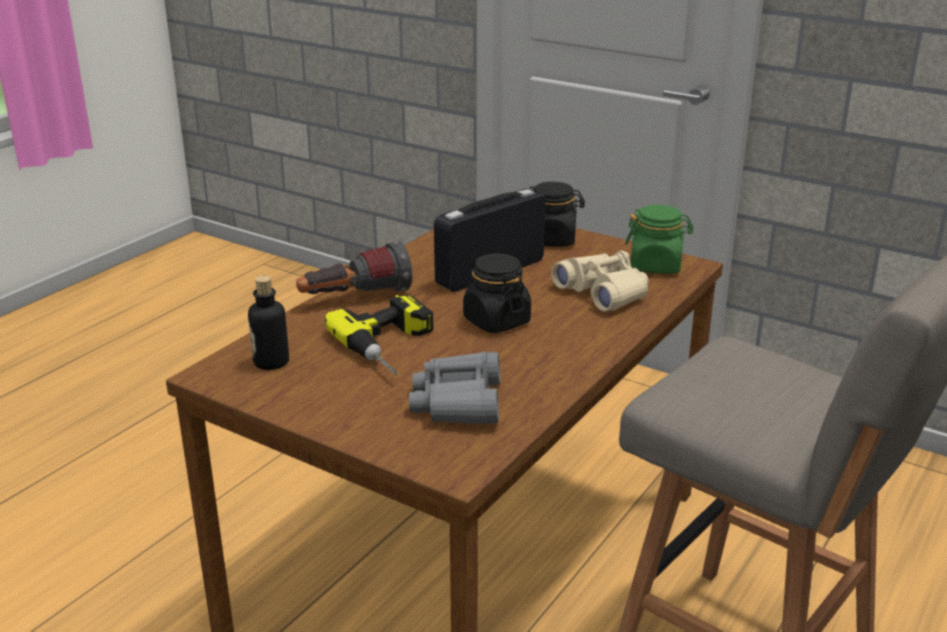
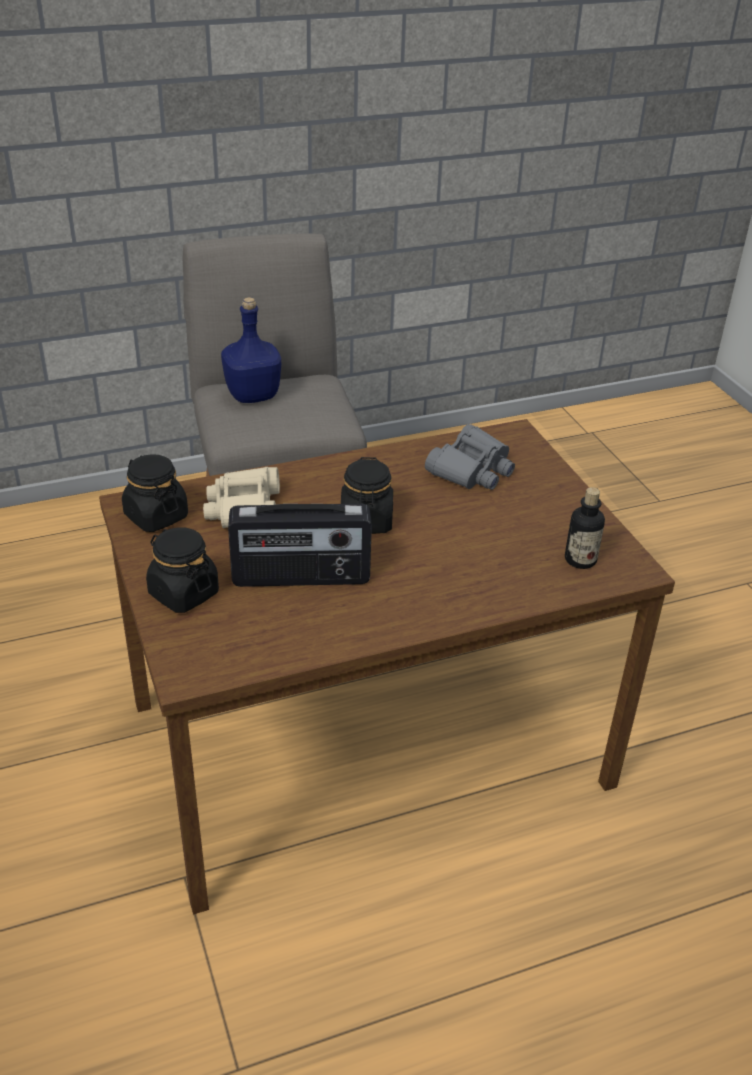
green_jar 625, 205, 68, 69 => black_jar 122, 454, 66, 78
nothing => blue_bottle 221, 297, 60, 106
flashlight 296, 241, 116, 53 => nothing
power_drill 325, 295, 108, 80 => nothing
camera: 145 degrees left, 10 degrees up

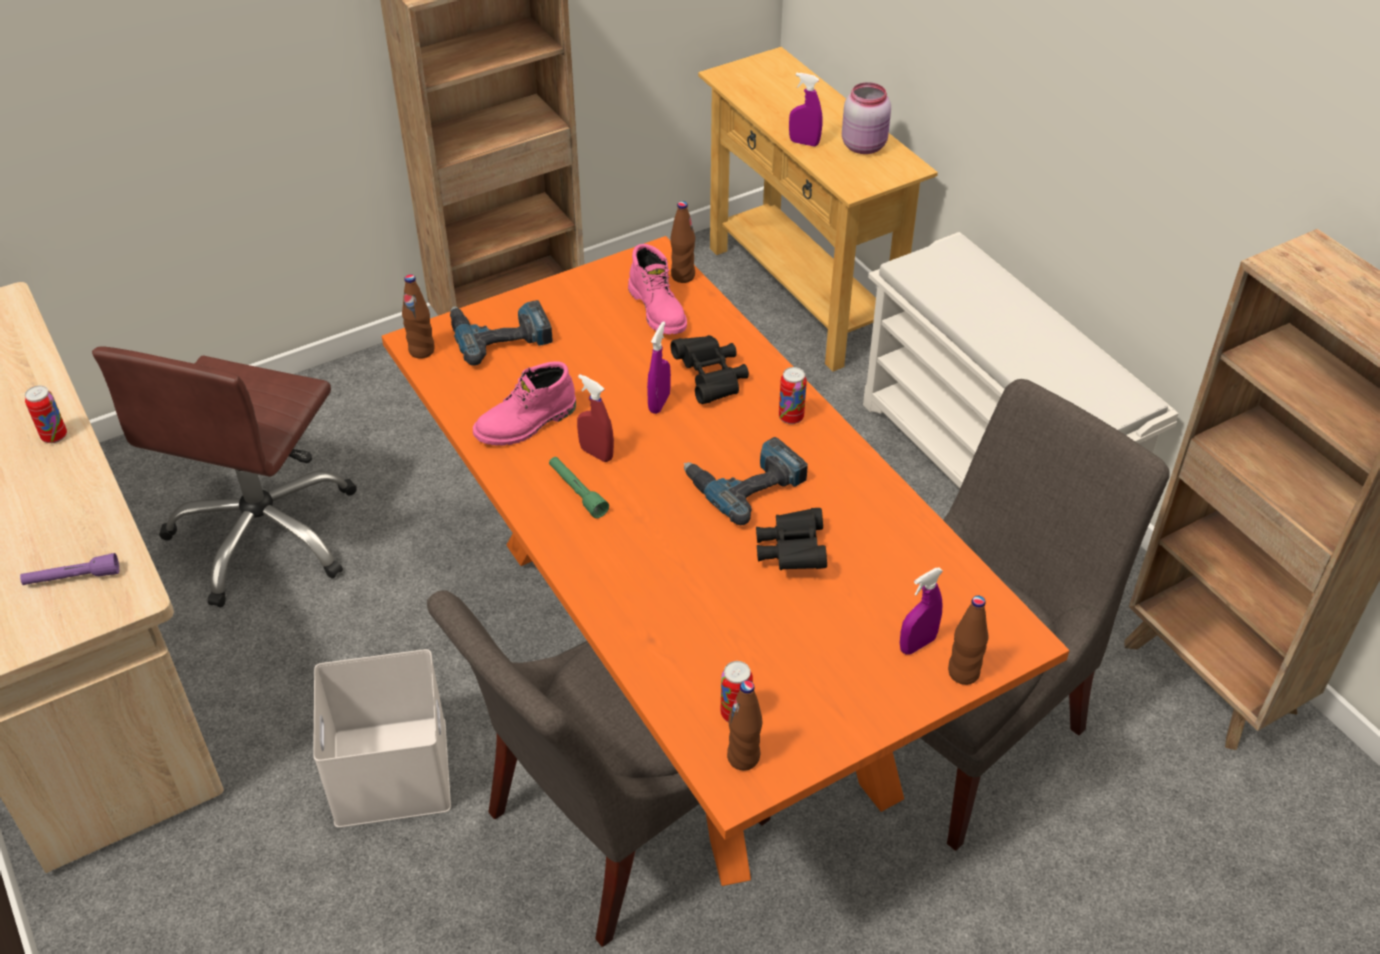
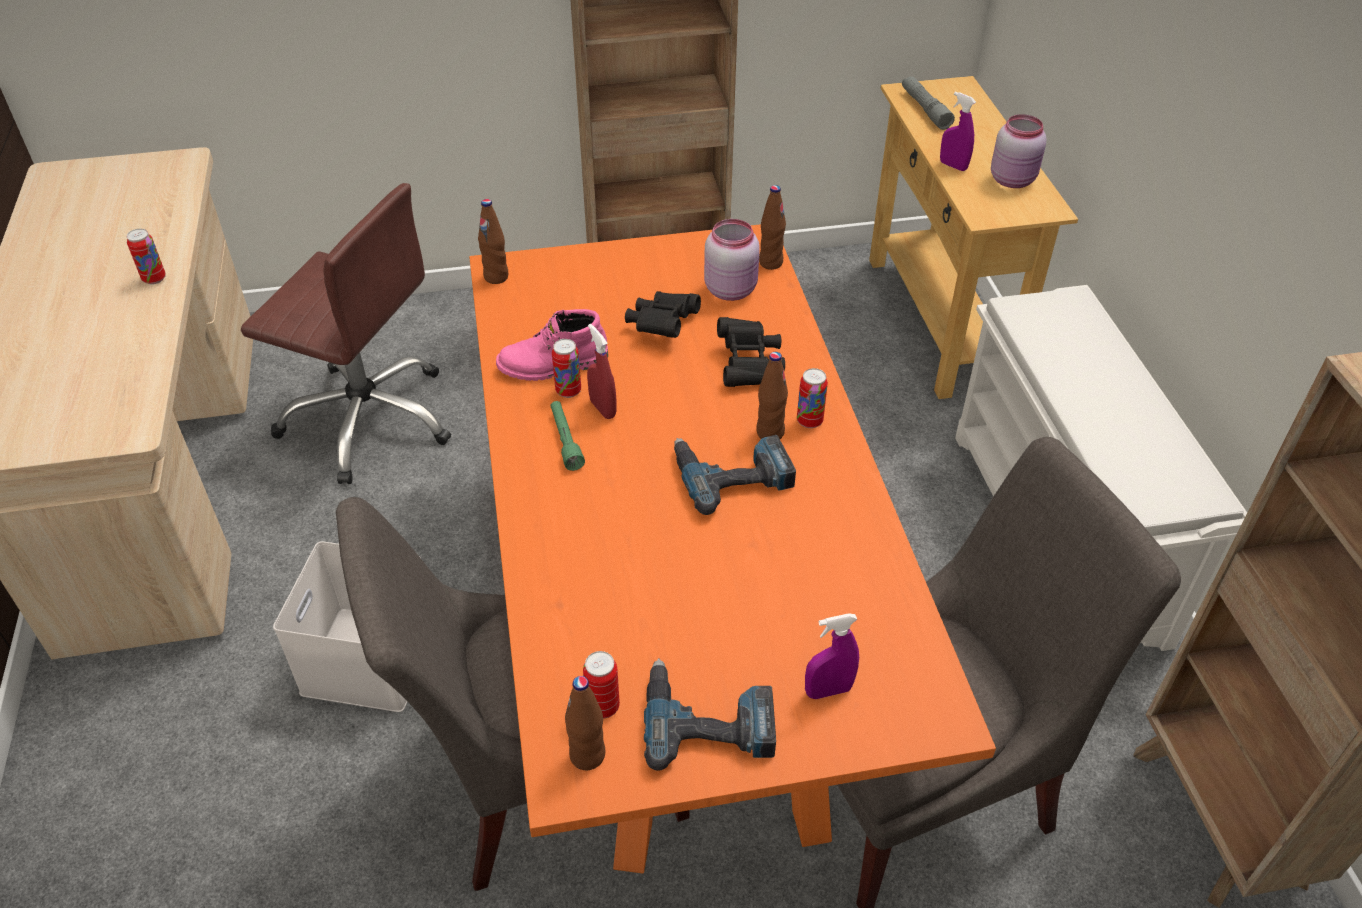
brown_office_chair 92, 346, 265, 262 => brown_office_chair 241, 183, 210, 301, 105 degrees counterclockwise
nothing => can 552, 339, 29, 59
black_binoculars 756, 508, 71, 62 => black_binoculars 625, 291, 76, 47, moved
power_drill 450, 300, 103, 66 => power_drill 644, 658, 132, 113, moved
pink_boot 628, 244, 59, 91 => pink_jar 704, 219, 56, 82
brown_bottle 948, 595, 40, 90 => brown_bottle 756, 352, 32, 87, moved
nothing => grey_flashlight 902, 76, 53, 54
purple_flashlight 20, 553, 99, 32 => nothing
purple_spray_bottle 647, 321, 24, 93 => nothing
camera: 20 degrees right, 0 degrees up

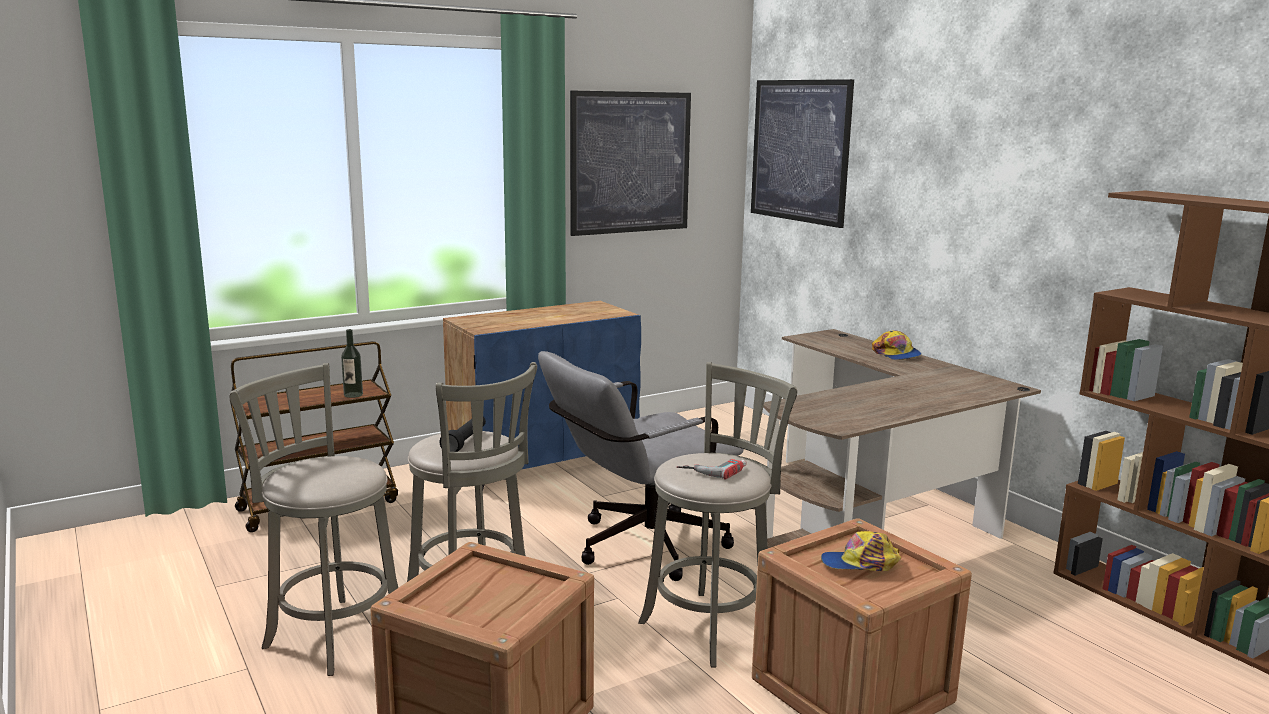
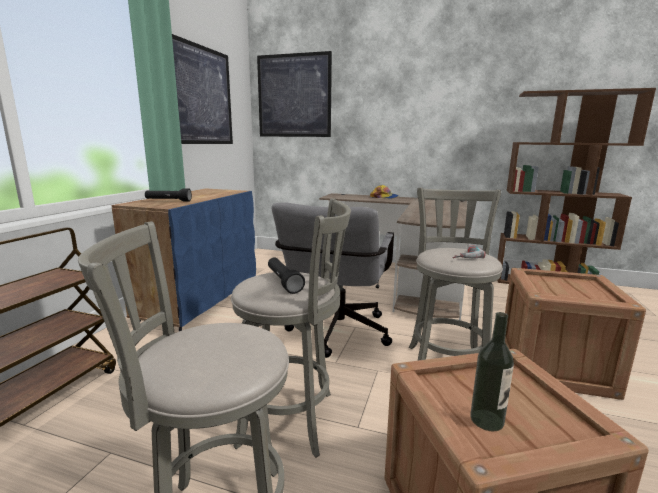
nothing => black_flashlight 145, 188, 47, 14
bottle 341, 329, 22, 69 => bottle 470, 312, 44, 120, moved
cap 821, 531, 80, 40 => nothing
camera: 40 degrees left, 0 degrees up

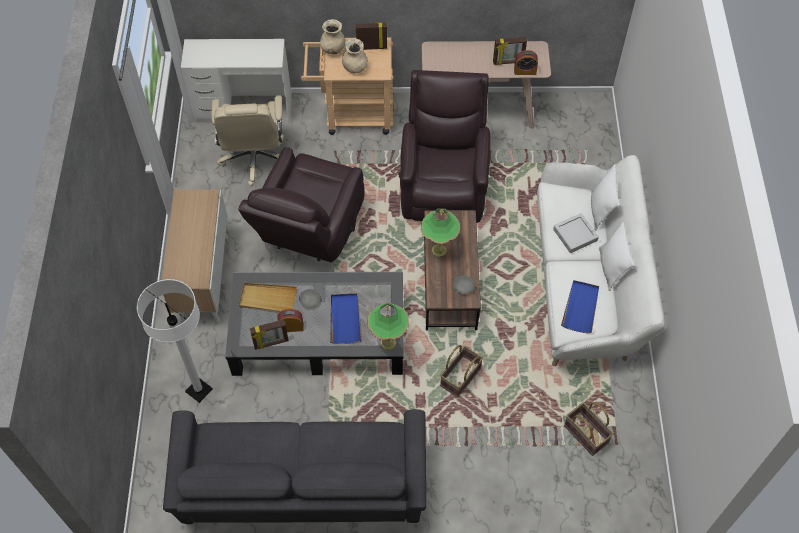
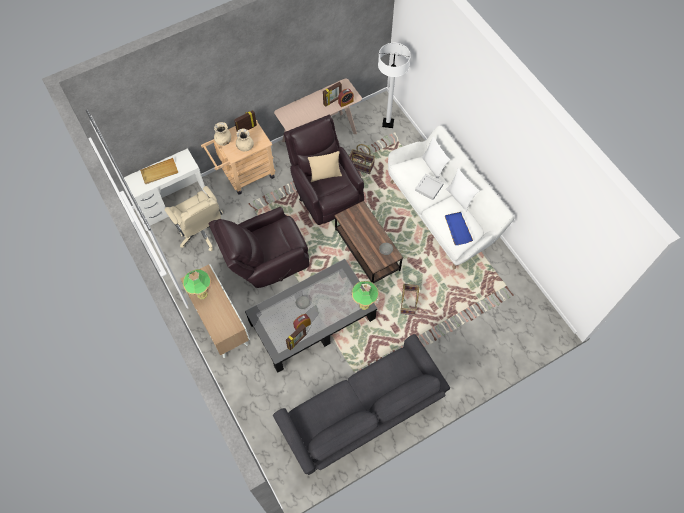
beige_tray 239, 283, 58, 29 => beige_tray 140, 158, 38, 26, moved
table_lamp 421, 208, 39, 49 => table_lamp 183, 269, 28, 30, moved
brown_armchair 238, 147, 127, 115 => brown_armchair 208, 207, 101, 81, 75 degrees clockwise
nothing => beige_pillow 308, 151, 34, 31
basket 564, 402, 50, 54 => basket 349, 144, 26, 30, moved
white_floor_lamp 137, 279, 76, 124 => white_floor_lamp 378, 43, 33, 85, moved
blue_tray 330, 293, 31, 51 => nothing
camera: 30 degrees left, 5 degrees up

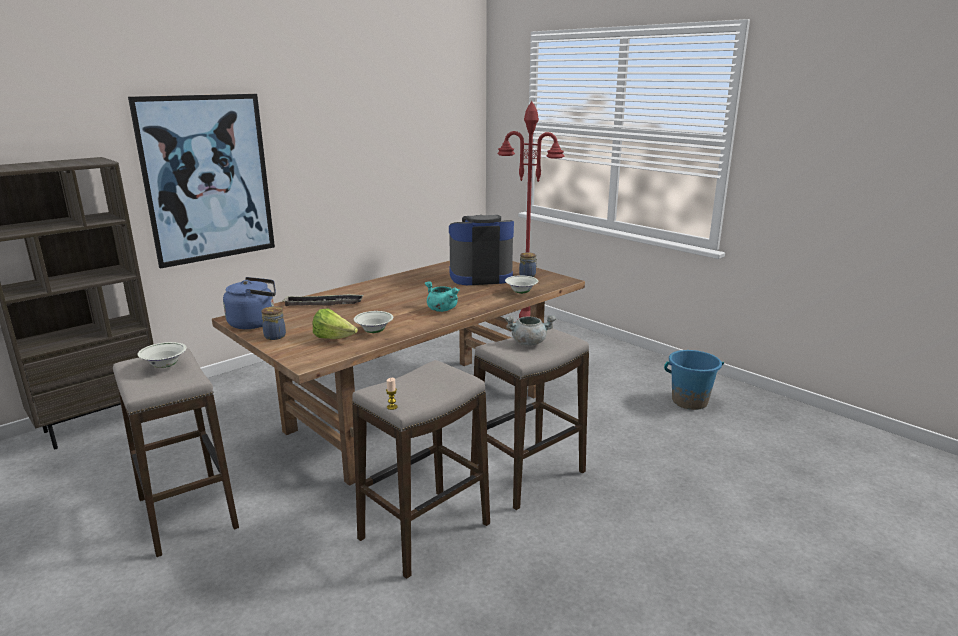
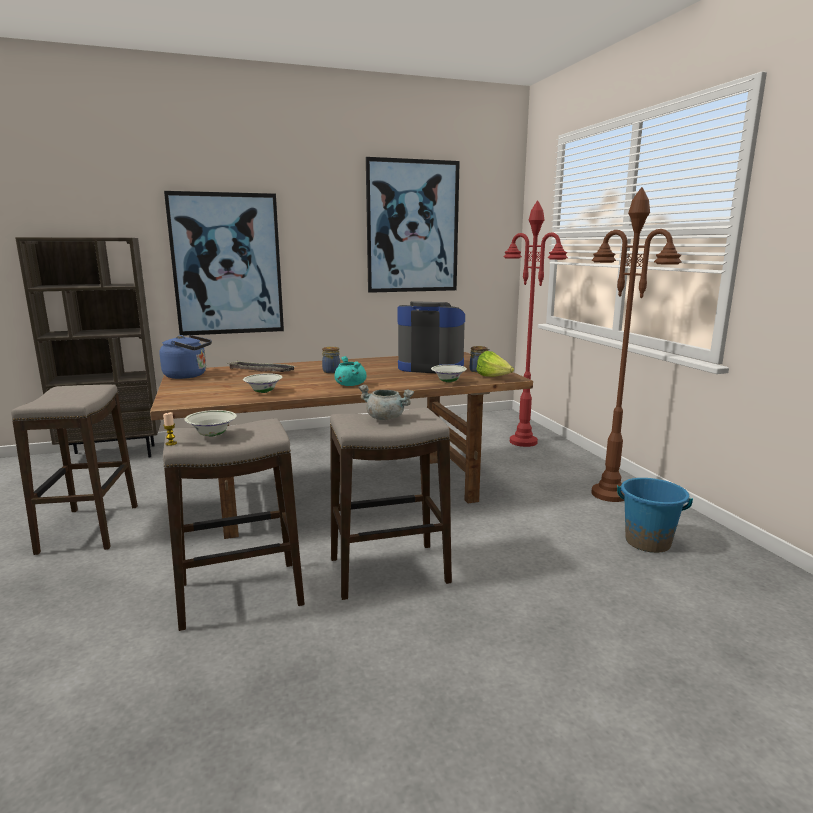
white_bowl 138, 342, 48, 26 => white_bowl 184, 410, 53, 27, moved
jar 261, 306, 25, 34 => jar 322, 346, 18, 27, moved
nothing => picture 366, 157, 94, 136
lettuce 313, 308, 45, 31 => lettuce 477, 351, 37, 26, moved
nothing => brown_floor_lamp 592, 187, 90, 315
camera: 25 degrees right, 5 degrees down

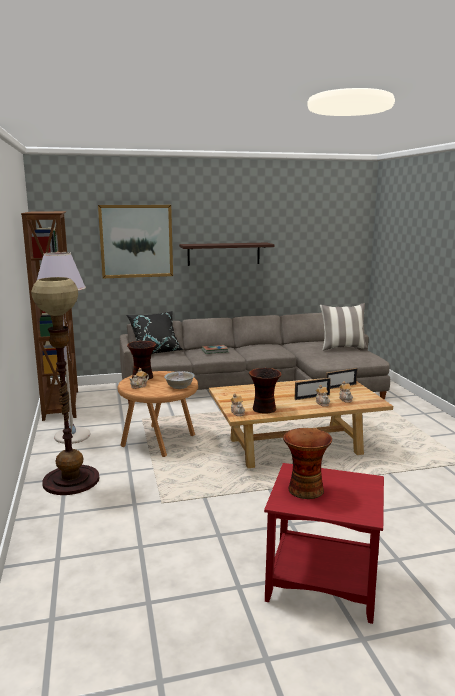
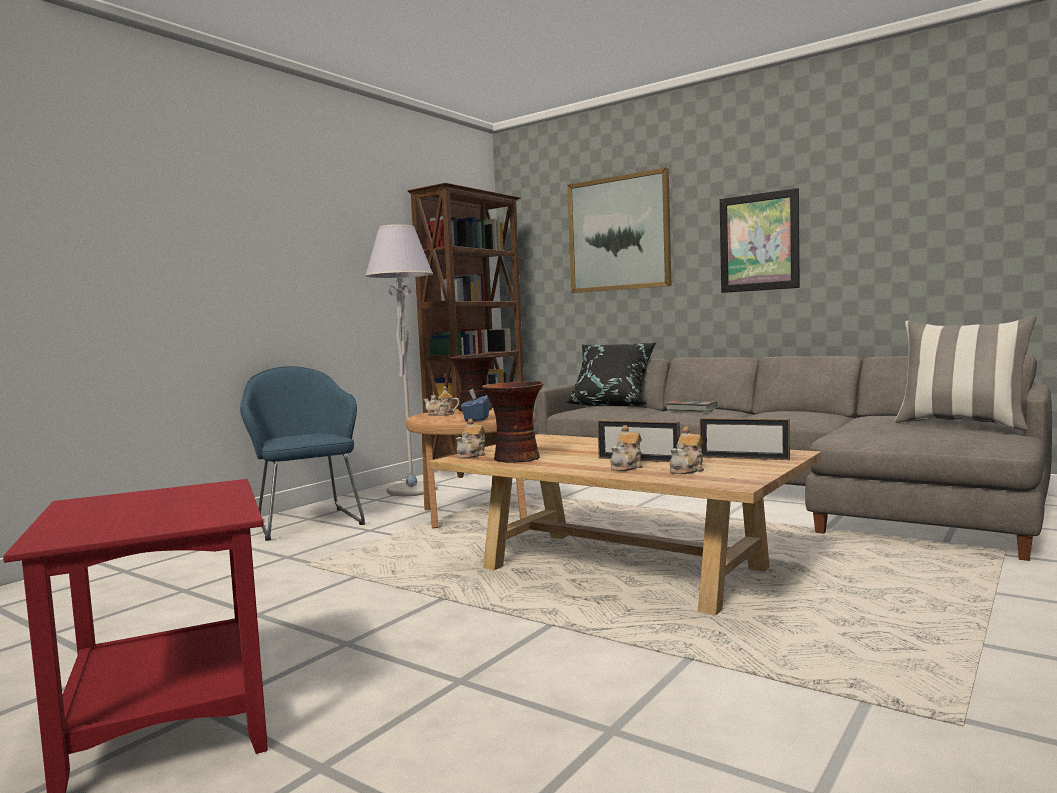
floor_lamp 31, 277, 68, 218 => blue_armchair 240, 366, 125, 175
white_bowl 164, 371, 31, 18 => blue_tissue_box 461, 389, 29, 32
shelf 179, 243, 95, 23 => picture 720, 188, 80, 105
vase 283, 428, 49, 71 => nothing
camera: 50 degrees right, 10 degrees down

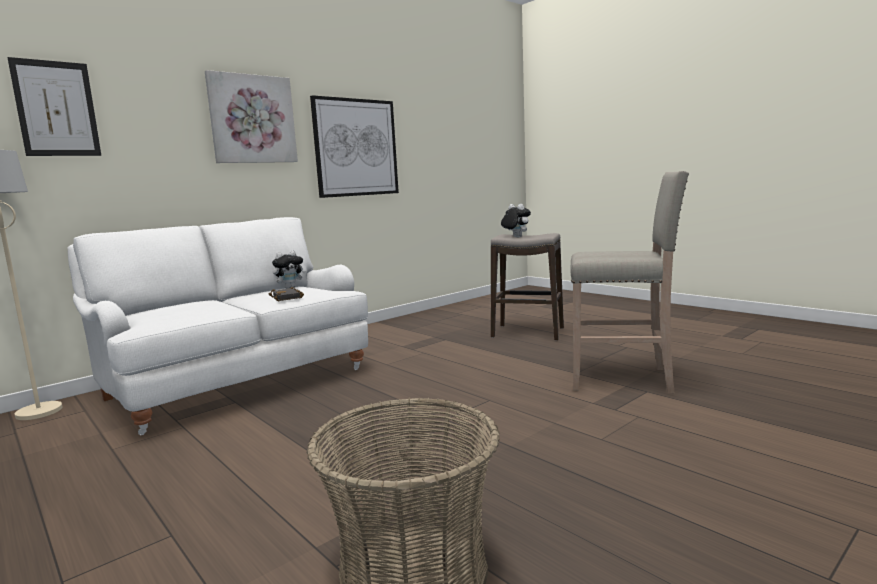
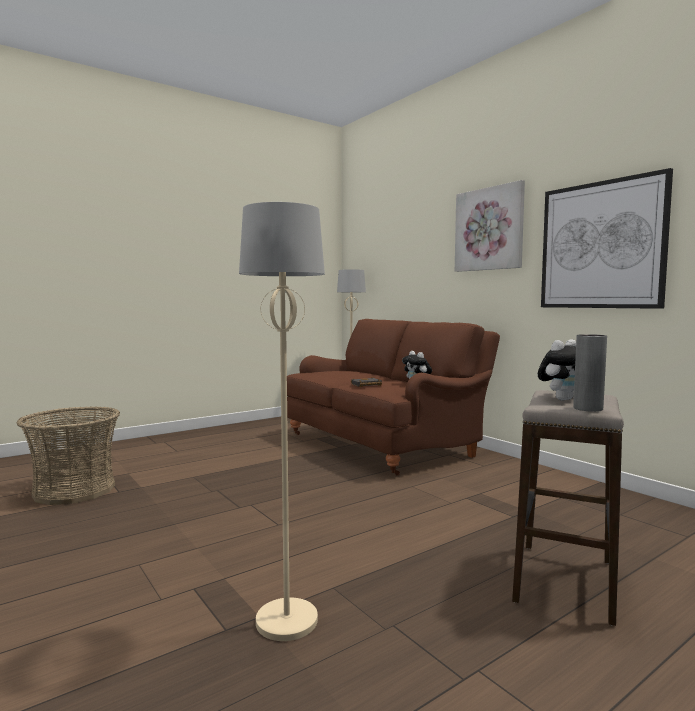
beige_stool 570, 171, 119, 222 => beige_floor_lamp 239, 202, 86, 439
white_sofa 68, 217, 300, 219 => brown_sofa 287, 319, 213, 157
nothing => grey_vase 573, 334, 34, 78
picture 7, 57, 94, 99 => nothing
camera: 95 degrees right, 5 degrees down

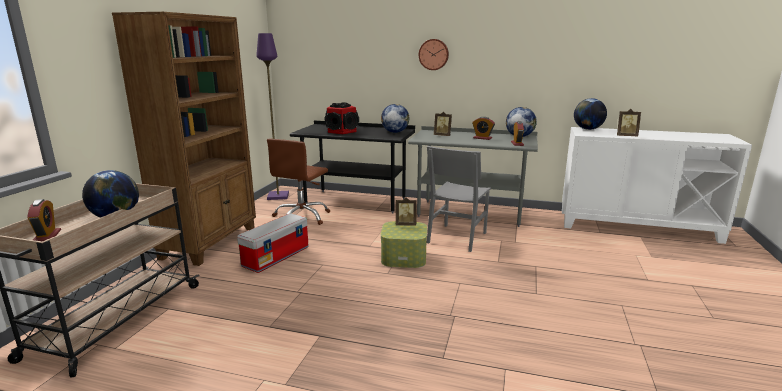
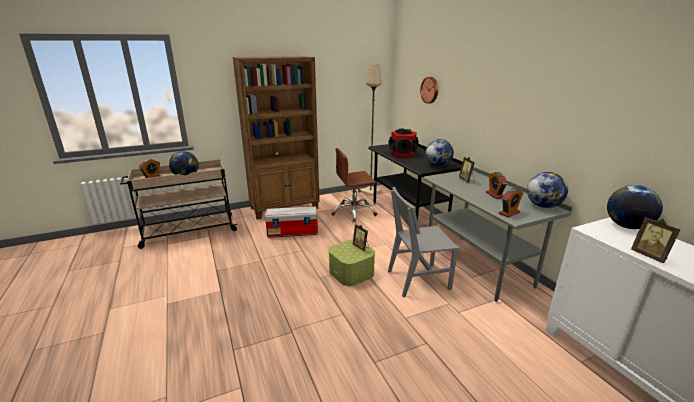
purple_floor_lamp 256, 33, 33, 167 => beige_floor_lamp 361, 65, 21, 131
wall_clock 419, 39, 30, 31 => wall_clock 420, 77, 18, 27, moved
camera: 50 degrees right, 5 degrees up

